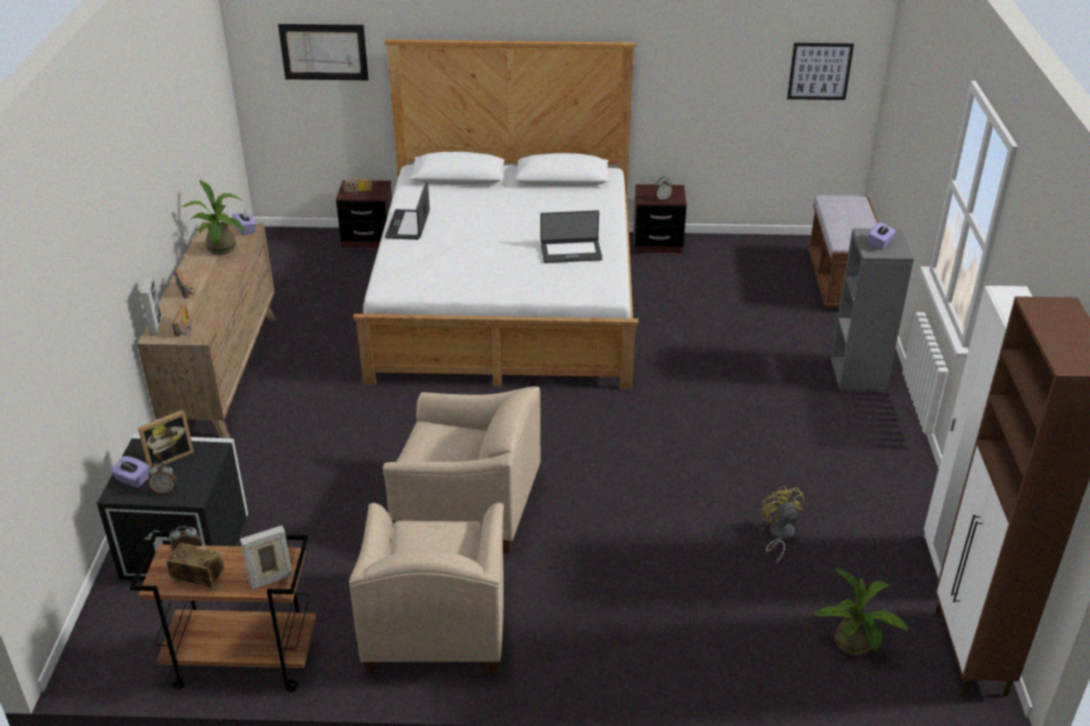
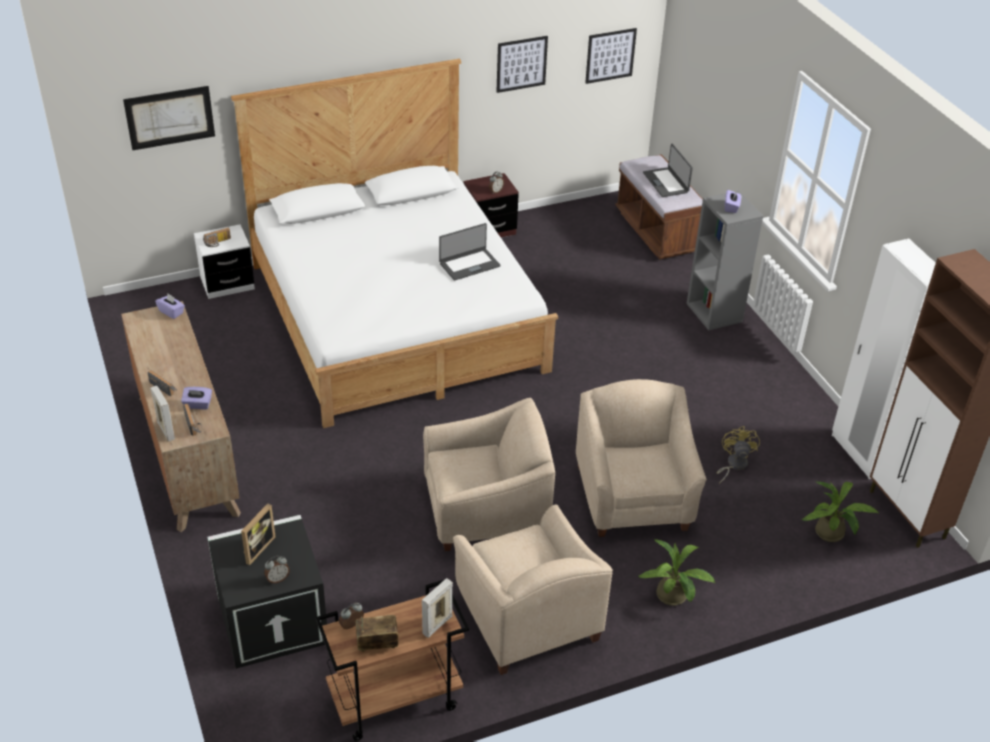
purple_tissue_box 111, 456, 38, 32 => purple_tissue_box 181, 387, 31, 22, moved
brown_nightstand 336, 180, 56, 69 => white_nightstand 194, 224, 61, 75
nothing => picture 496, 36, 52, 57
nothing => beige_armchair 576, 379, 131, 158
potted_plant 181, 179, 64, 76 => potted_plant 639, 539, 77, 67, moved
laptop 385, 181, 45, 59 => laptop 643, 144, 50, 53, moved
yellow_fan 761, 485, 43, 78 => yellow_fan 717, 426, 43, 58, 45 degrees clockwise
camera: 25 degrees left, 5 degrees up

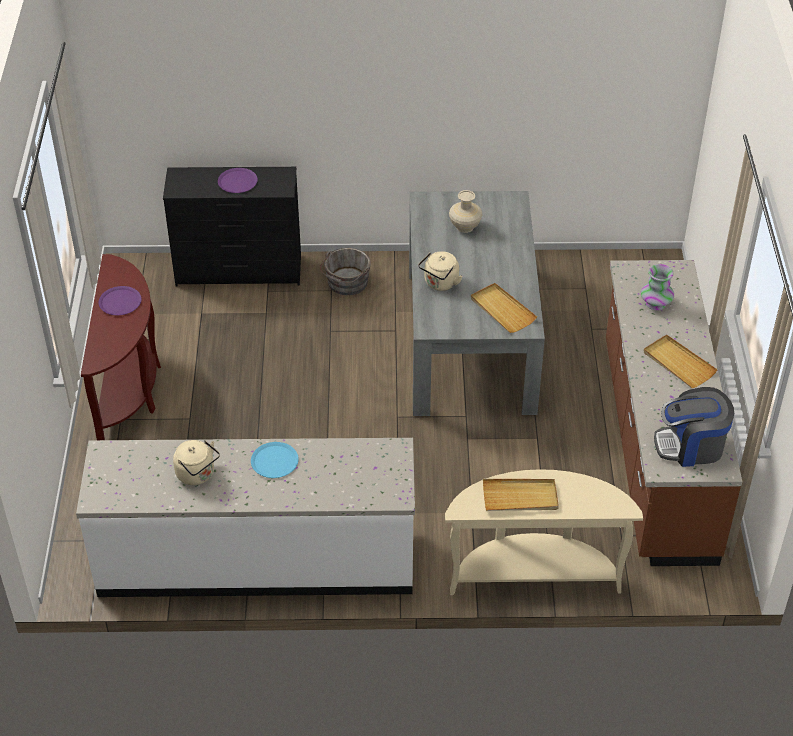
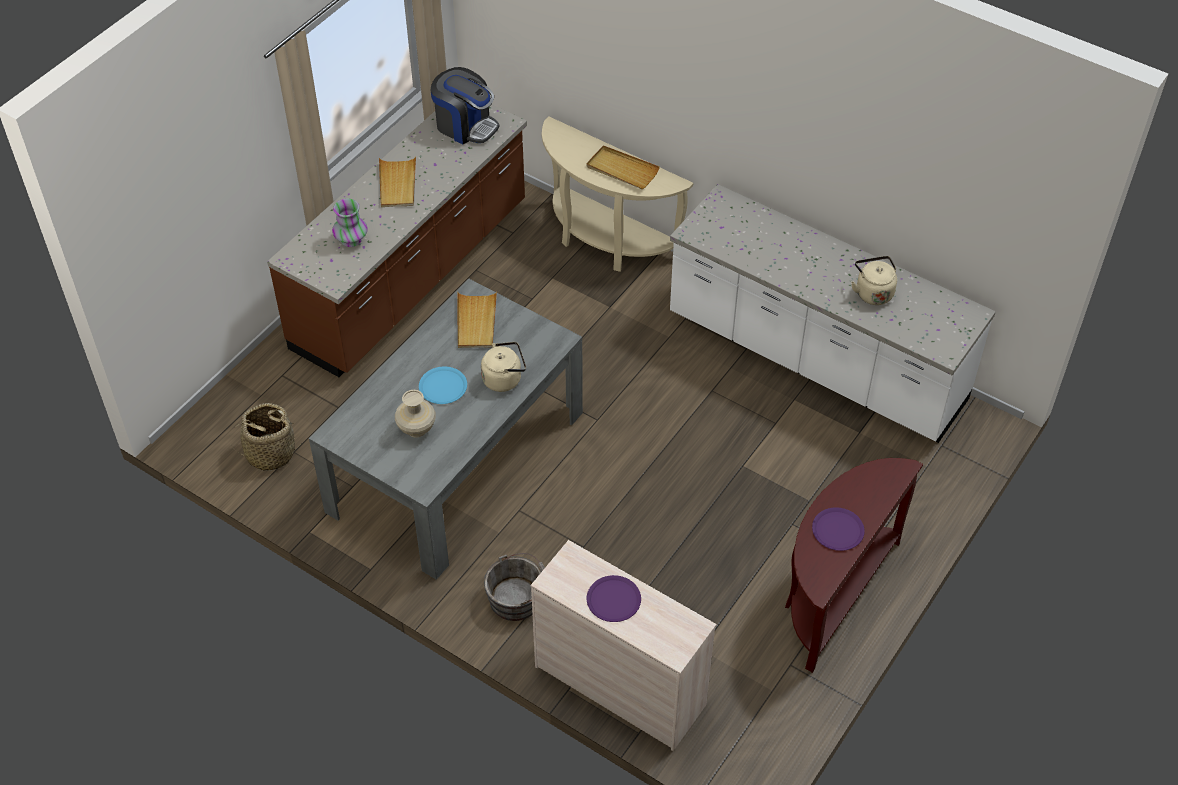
nothing => basket 229, 403, 73, 68
blue_plate 251, 442, 48, 36 => blue_plate 419, 367, 48, 37, moved
black_dresser 163, 167, 138, 120 => beige_dresser 531, 540, 185, 211
camera: 145 degrees left, 5 degrees up

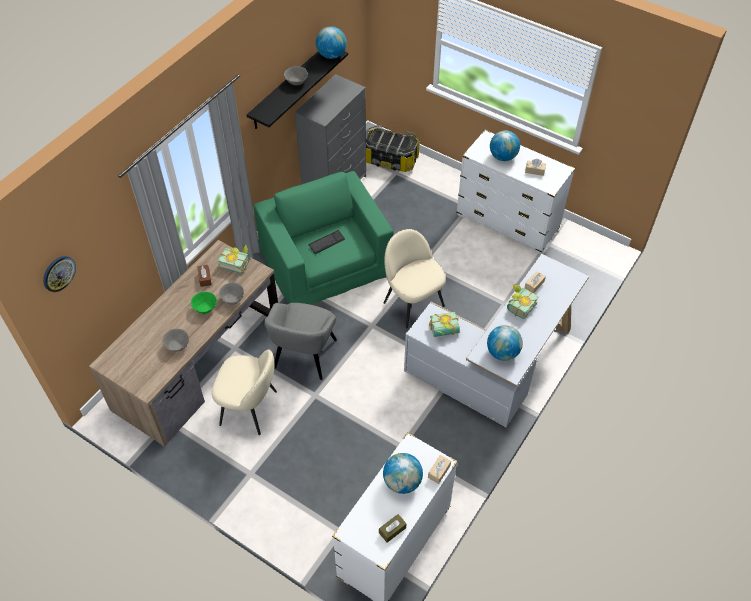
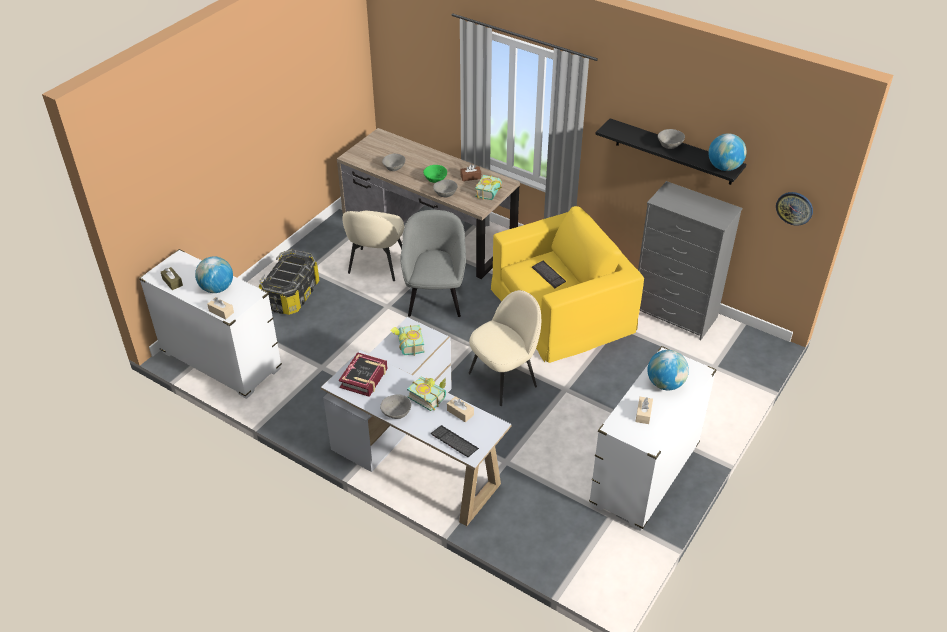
storage_box 366, 125, 54, 47 => storage_box 259, 249, 60, 66, moved
globe 487, 325, 36, 36 => book 339, 352, 49, 45
nothing => grey_bowl 380, 394, 31, 25
grey_armchair 264, 303, 73, 77 => grey_armchair 400, 210, 66, 107, 75 degrees clockwise
nothing => keyboard 431, 425, 48, 32
green_armchair 254, 171, 139, 134 => yellow_armchair 491, 206, 153, 157
wall_clock 43, 256, 33, 36 => wall_clock 776, 192, 37, 34, moved
camera: 90 degrees right, 10 degrees down

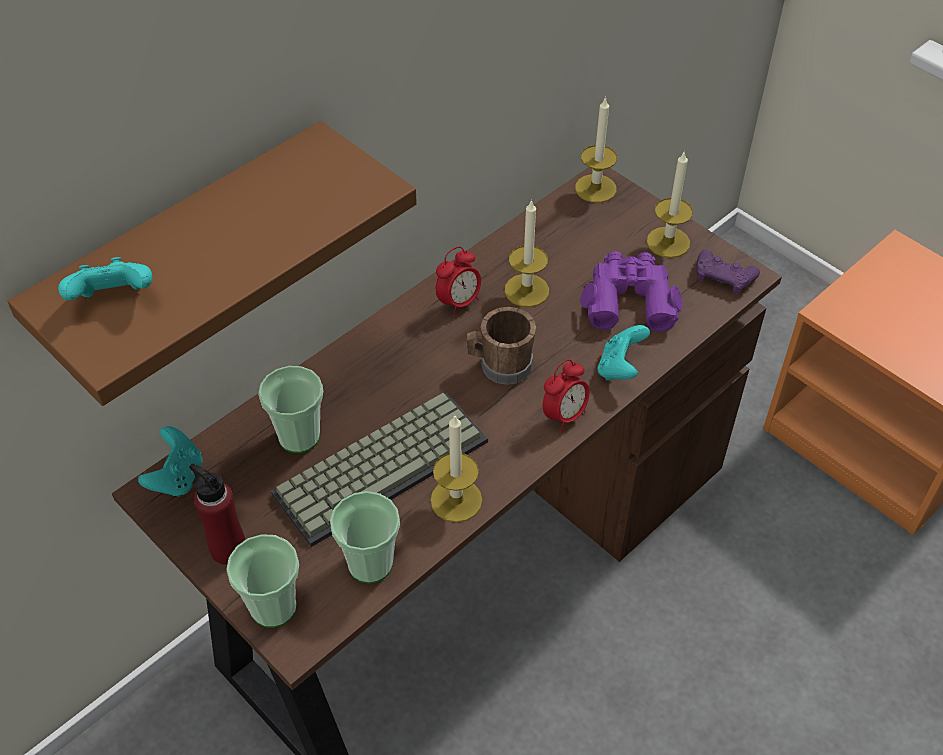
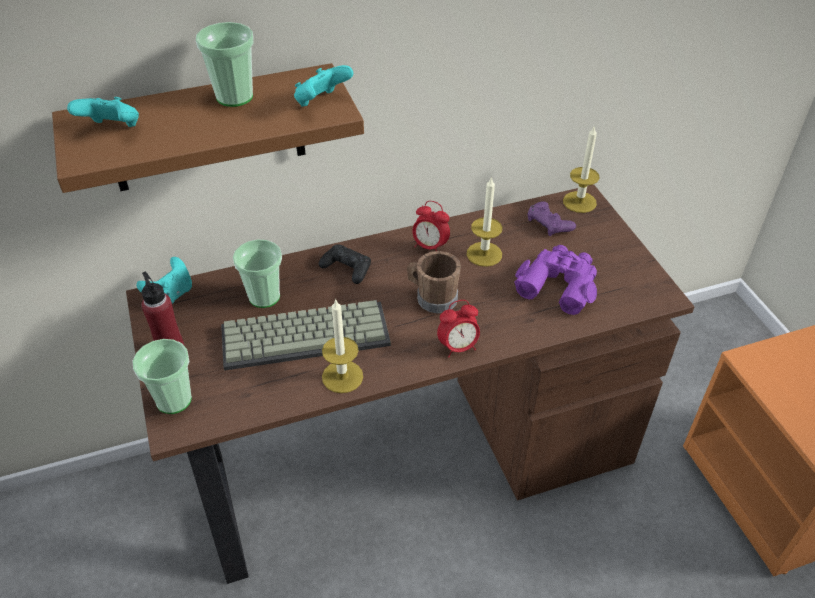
cup 330, 491, 70, 93 => cup 196, 22, 58, 85, moved
turquoise_game_controller 597, 325, 53, 56 => turquoise_game_controller 294, 65, 59, 42, moved
nothing => black_game_controller 319, 244, 52, 40
alarm_clock 436, 246, 45, 70 => alarm_clock 413, 201, 37, 50, 45 degrees clockwise
purple_game_controller 696, 249, 64, 45 => purple_game_controller 528, 201, 48, 35, moved
candle 646, 150, 47, 108 => nothing
camera: 25 degrees right, 5 degrees down

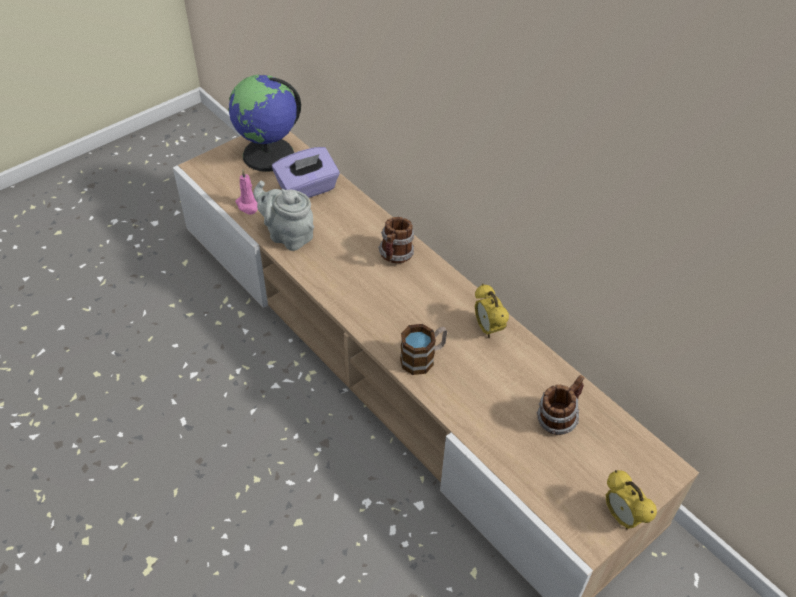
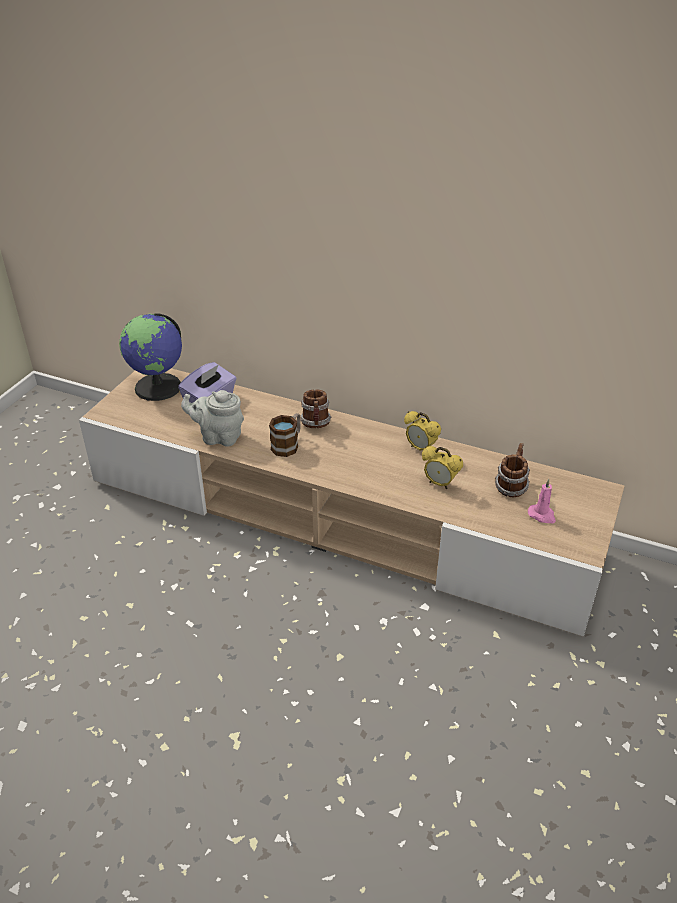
mug 400, 324, 47, 51 => mug 269, 413, 32, 44, moved
alarm_clock 605, 470, 52, 60 => alarm_clock 422, 446, 41, 43, moved
pink_candle 235, 170, 23, 45 => pink_candle 528, 479, 28, 44, moved
camera: 25 degrees left, 10 degrees down

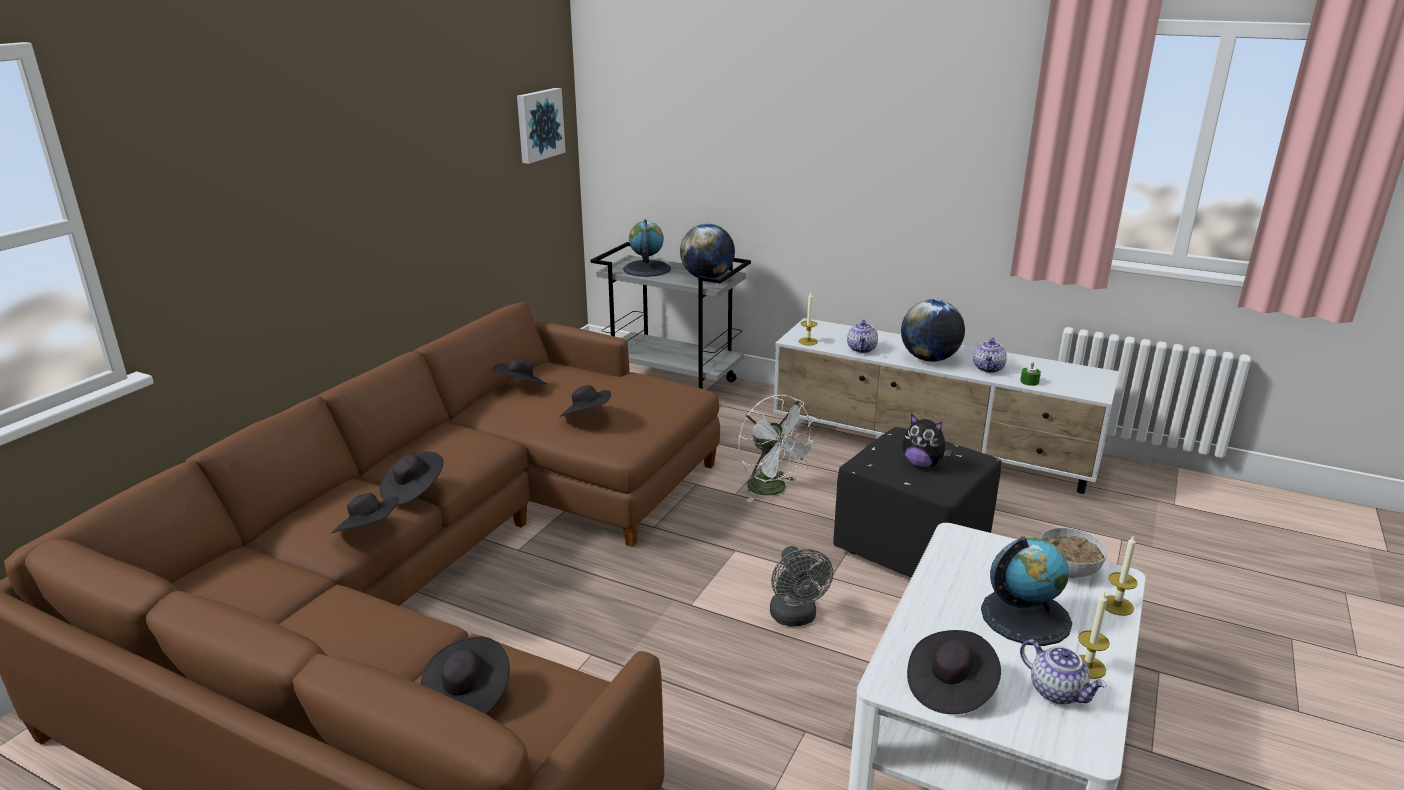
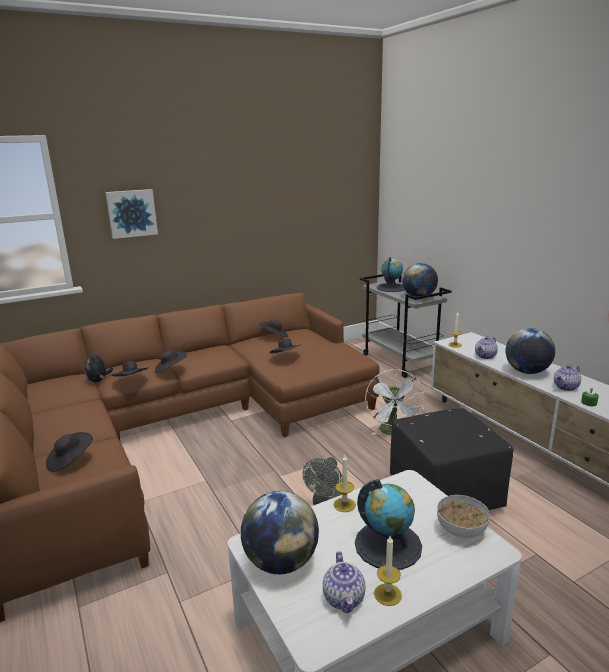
plush_toy 902, 414, 50, 54 => plush_toy 84, 351, 29, 31, moved
picture 517, 88, 49, 76 => picture 105, 189, 53, 50, moved
black_hat 907, 630, 94, 84 => globe 241, 491, 78, 83
candle 1105, 535, 33, 81 => candle 334, 455, 22, 57, moved
camera: 35 degrees right, 5 degrees down

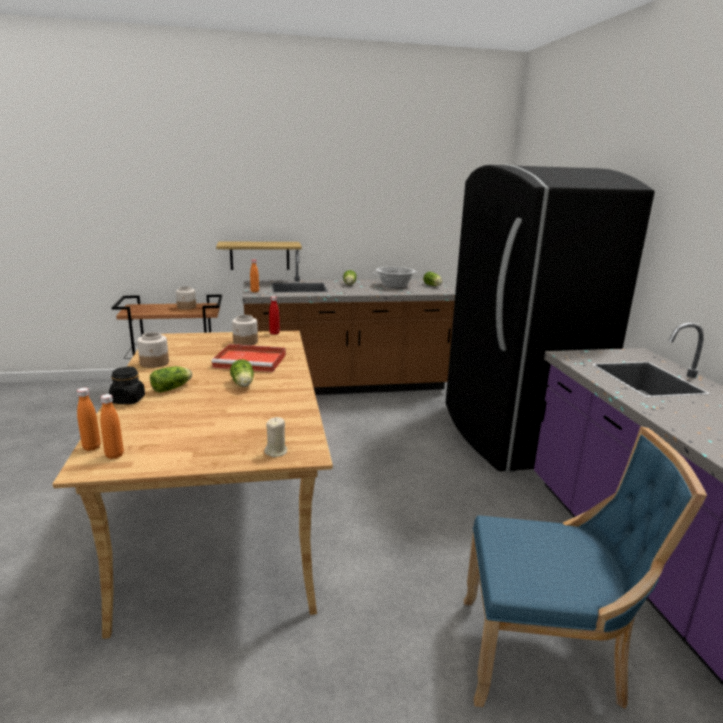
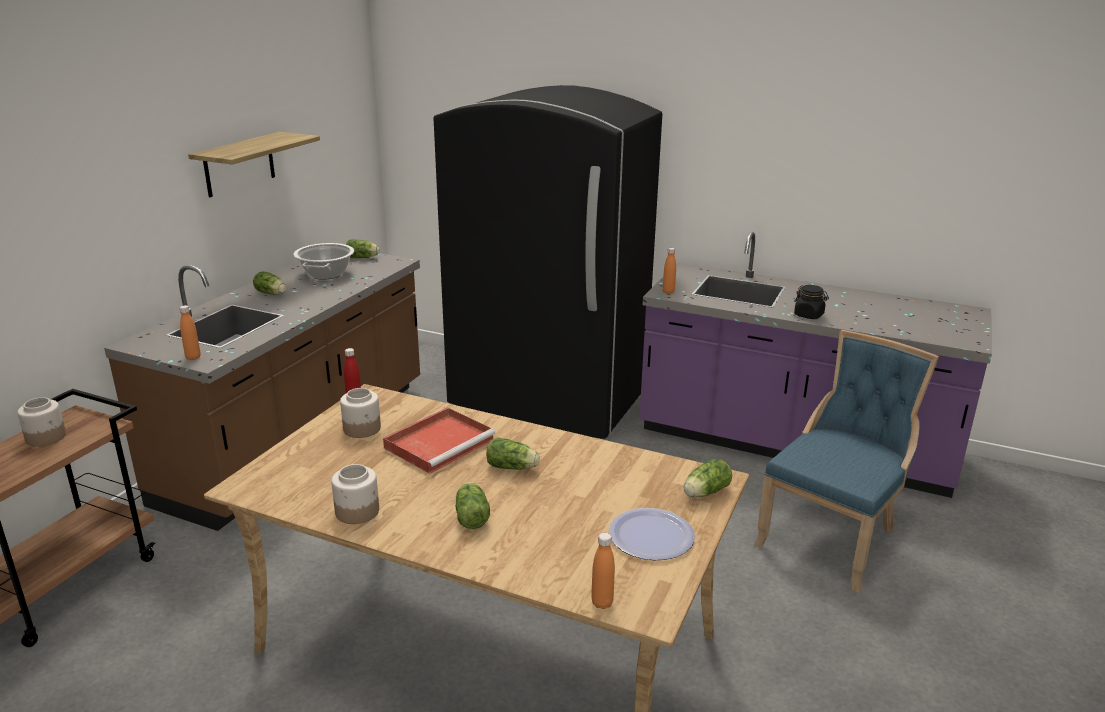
shelf 216, 241, 86, 29 => shelf 188, 132, 132, 65, moved
nothing => plate 608, 508, 87, 52
orange_bottle 100, 394, 24, 65 => orange_bottle 663, 248, 13, 46, moved
beige_candle 264, 417, 23, 40 => lettuce 684, 459, 48, 38
black_jar 109, 366, 36, 38 => black_jar 794, 285, 35, 34, moved
camera: 55 degrees left, 5 degrees up

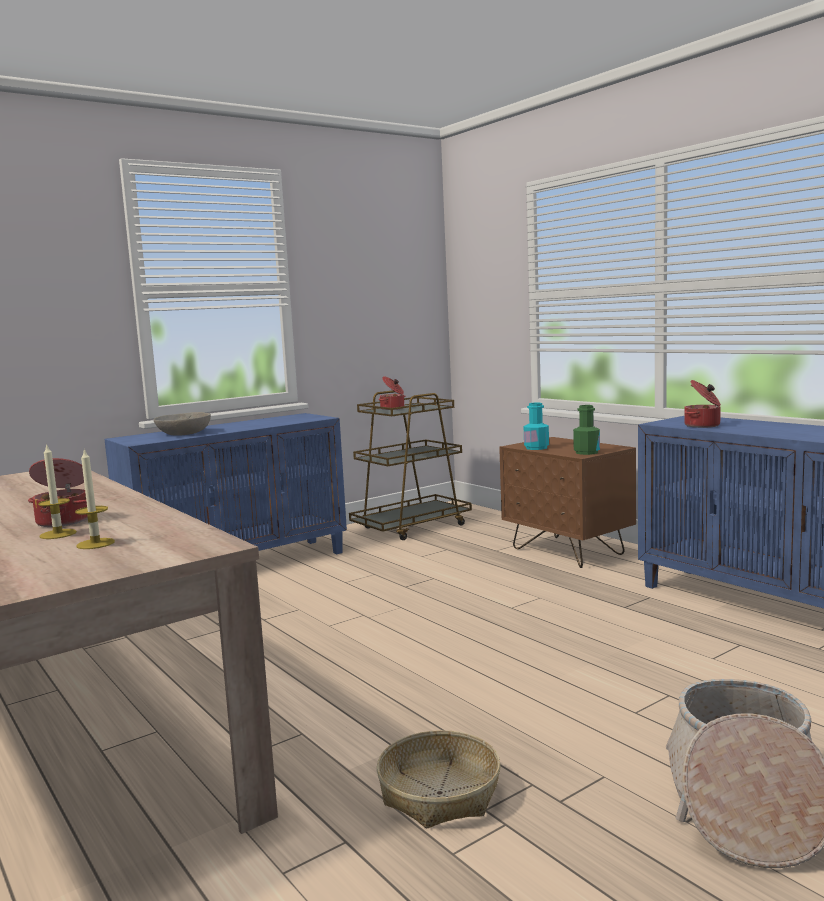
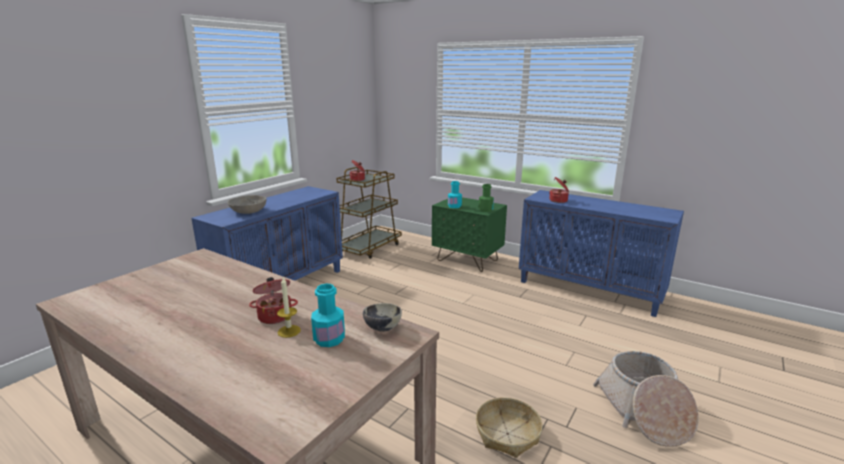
candle 75, 448, 40, 101 => turquoise_bottle 311, 284, 34, 63
nothing => bowl 363, 303, 39, 29
brown_nightstand 499, 437, 137, 131 => green_nightstand 432, 197, 75, 75
camera: 20 degrees left, 10 degrees up

